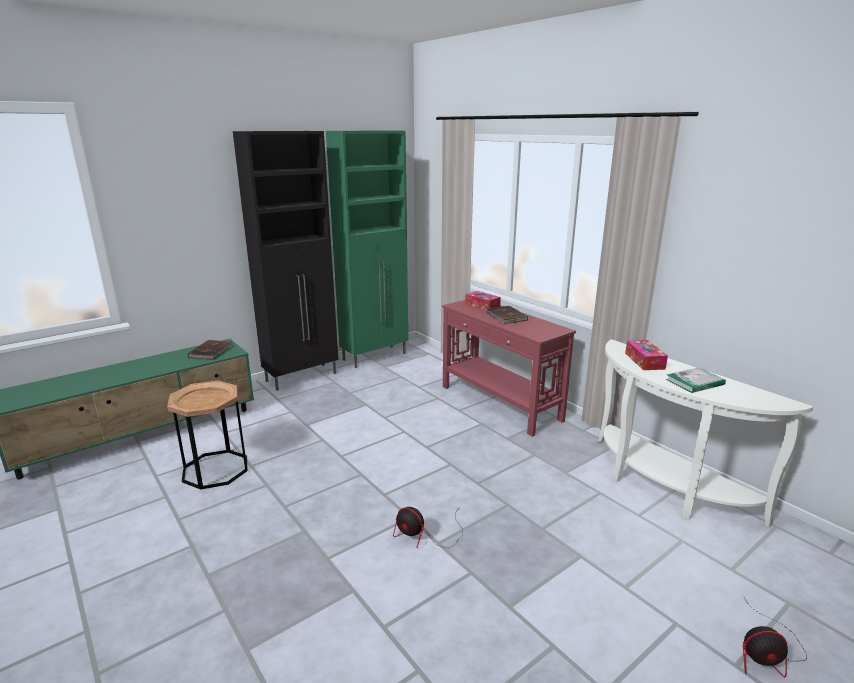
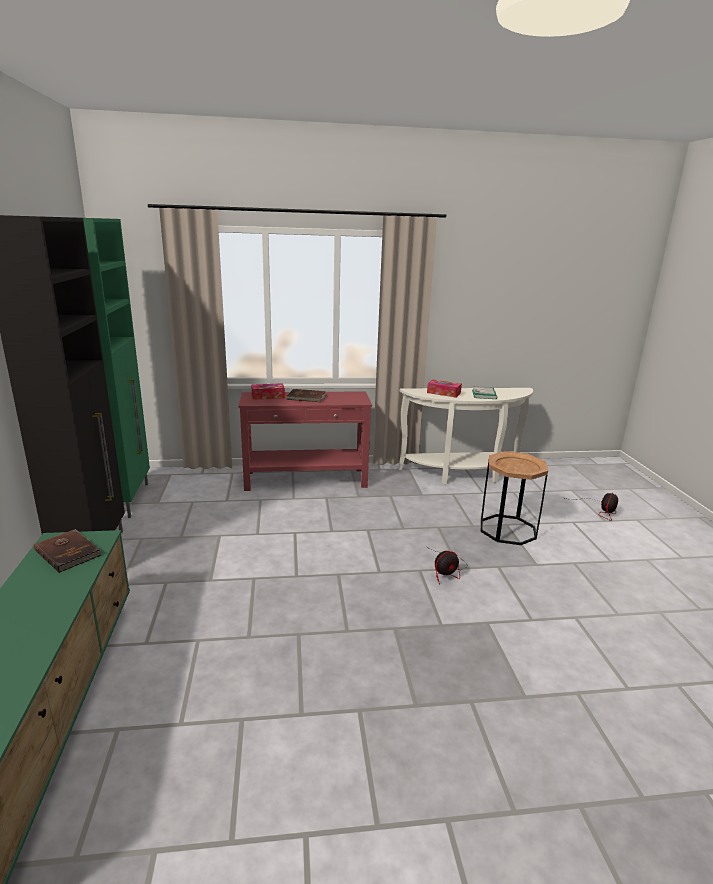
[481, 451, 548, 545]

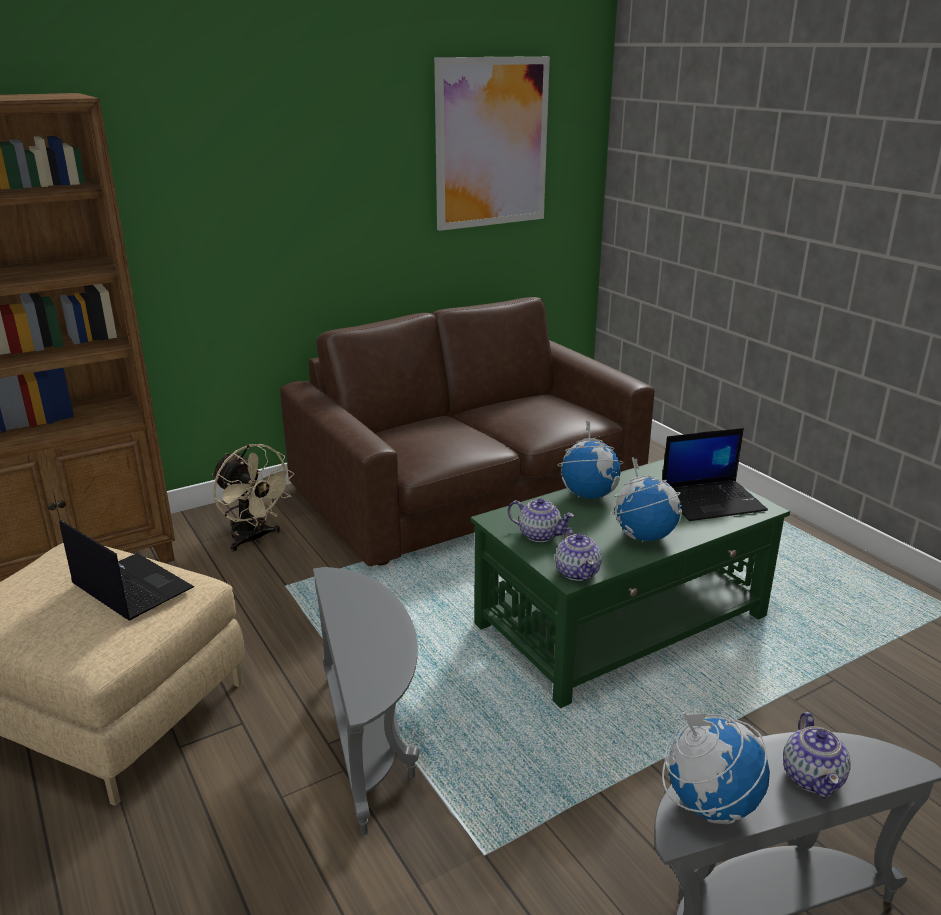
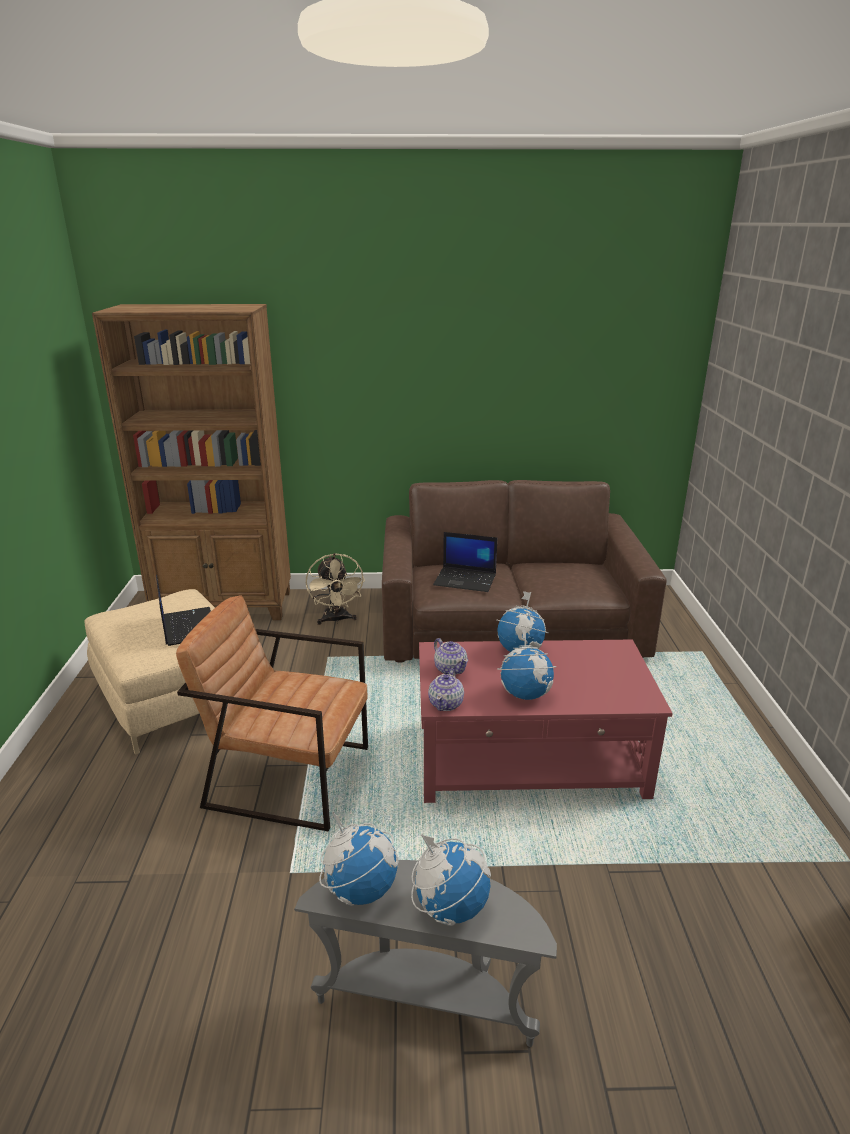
[176, 595, 368, 832]
[411, 833, 491, 926]
[419, 640, 673, 803]
[433, 532, 497, 592]
[434, 56, 550, 231] (first image)

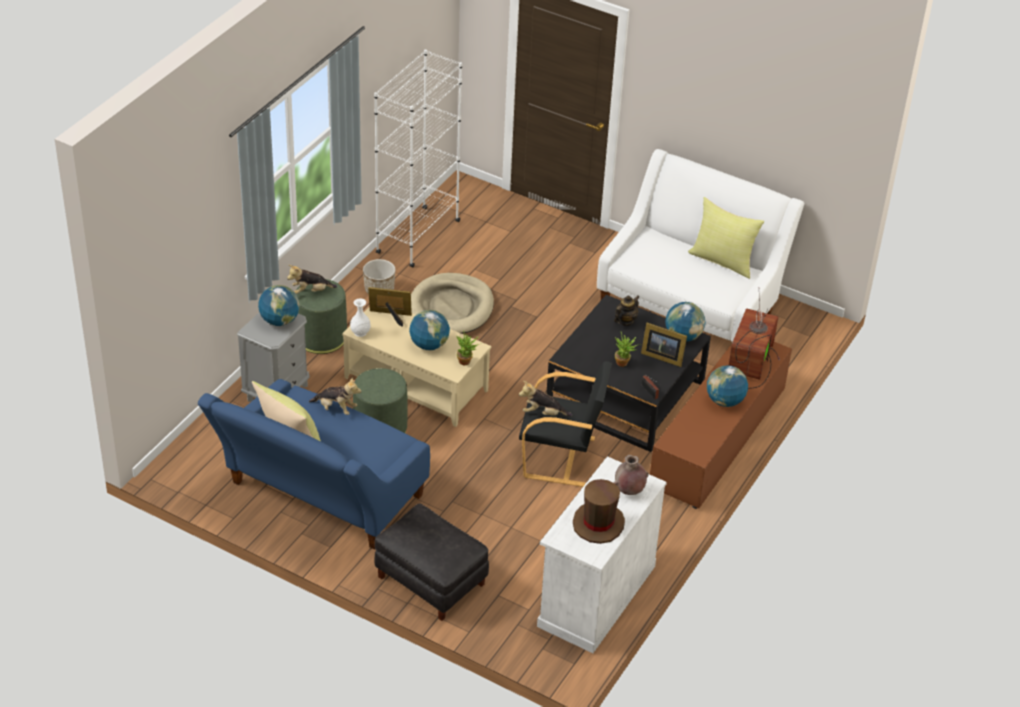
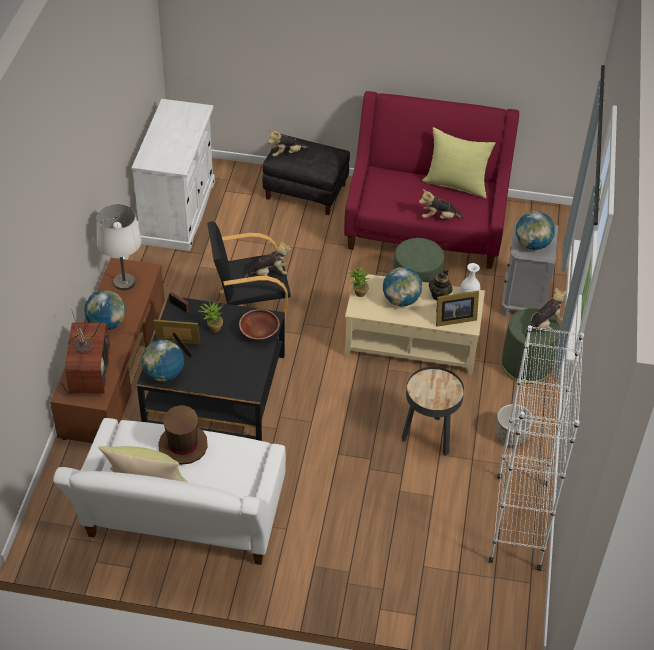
[97, 204, 142, 290]
[158, 405, 208, 465]
[239, 309, 280, 340]
[268, 130, 309, 157]
[344, 91, 519, 269]
[401, 367, 464, 456]
[429, 267, 452, 301]
[614, 455, 649, 495] (first image)

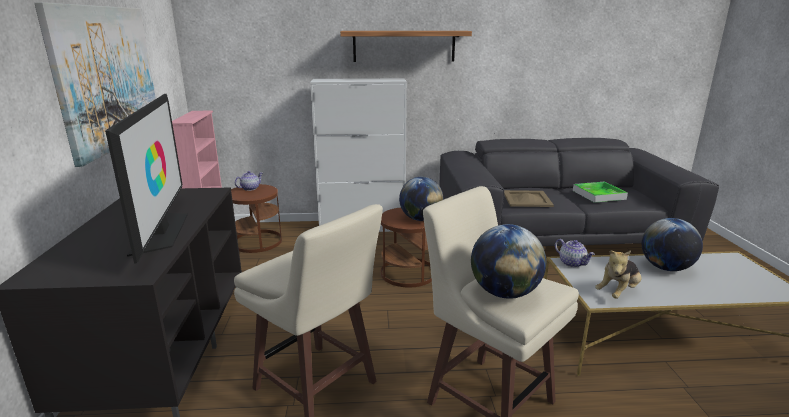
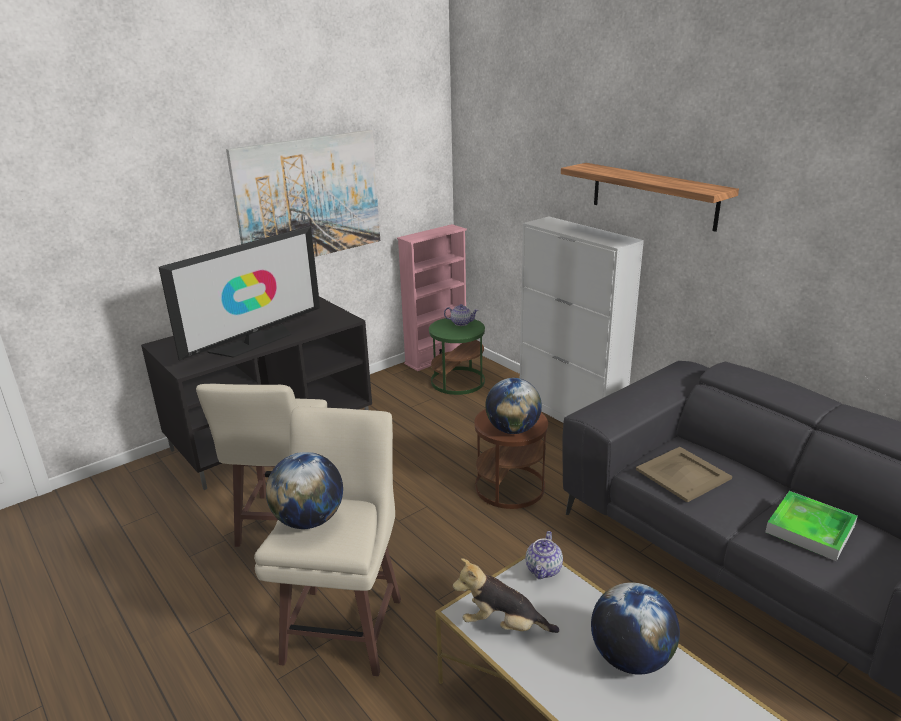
[429, 317, 485, 395]

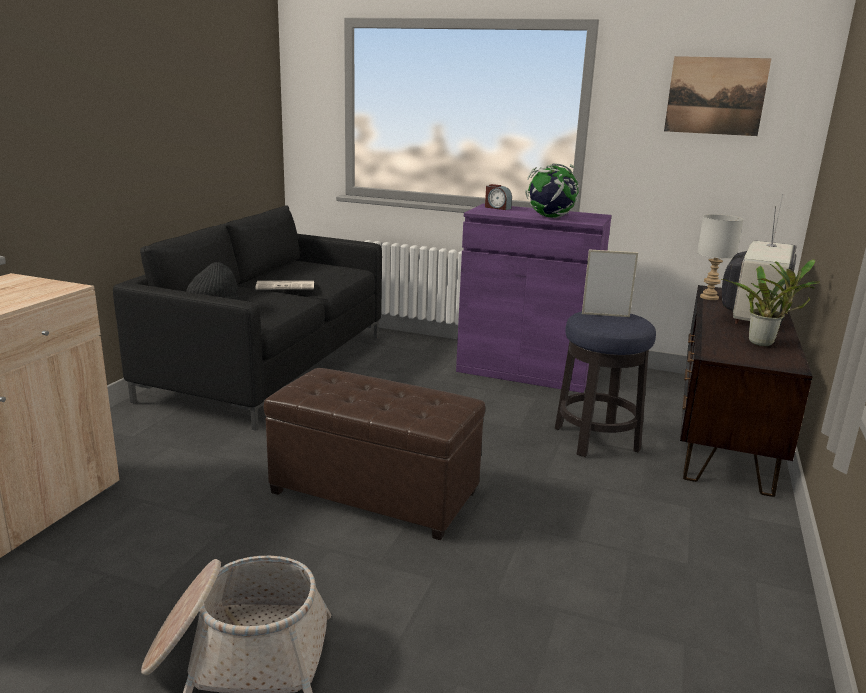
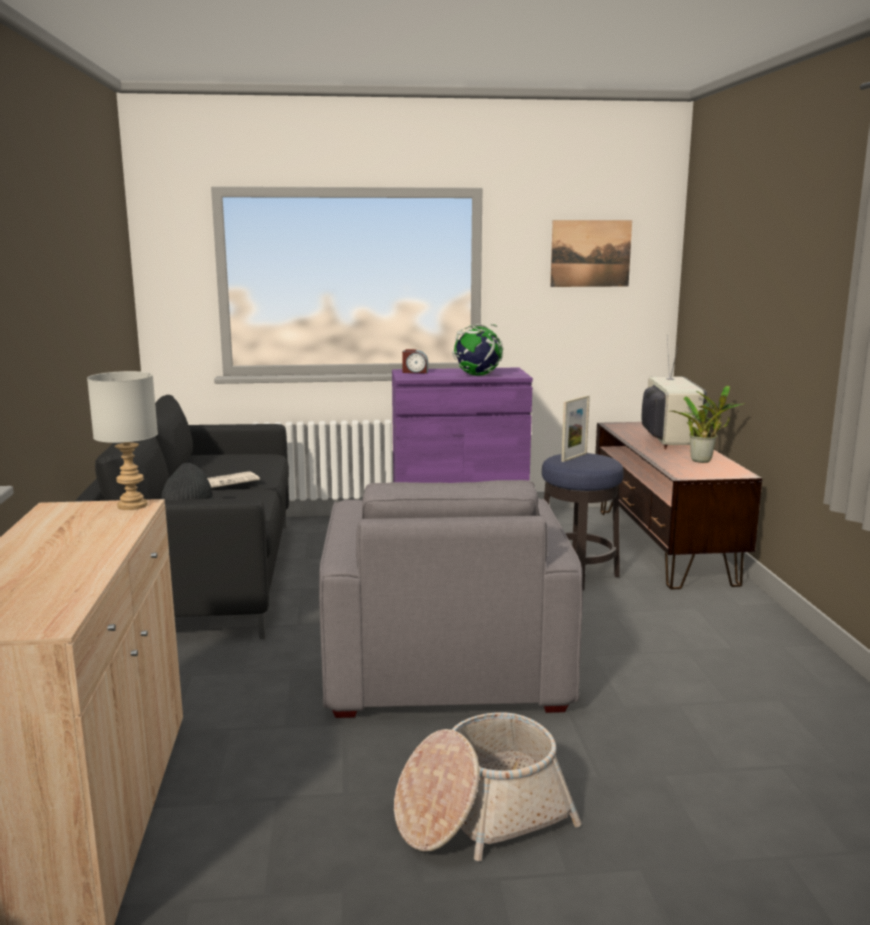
[87, 371, 158, 510]
[319, 480, 583, 718]
[561, 395, 590, 462]

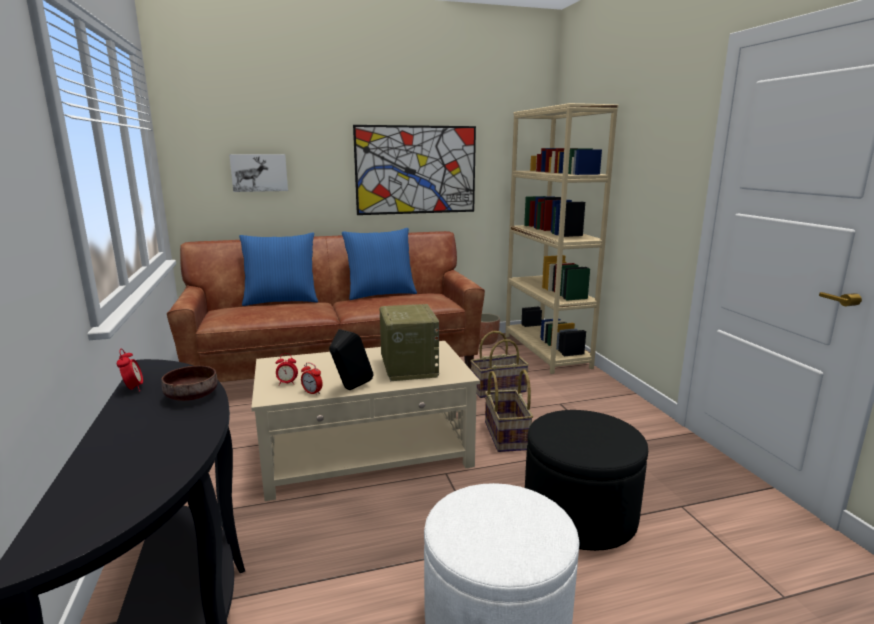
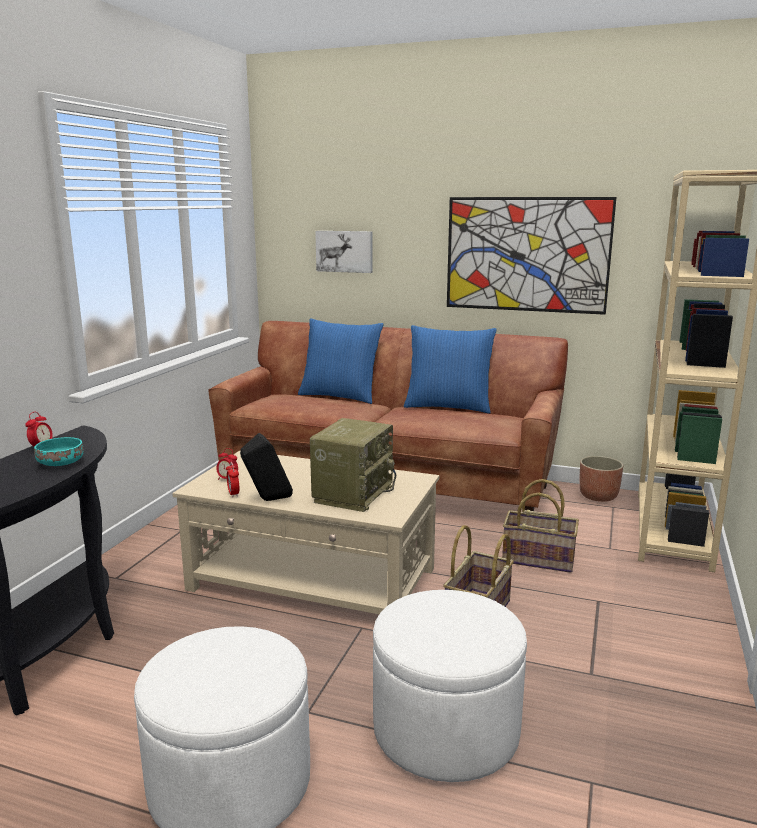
[34, 437, 84, 466]
[373, 590, 527, 782]

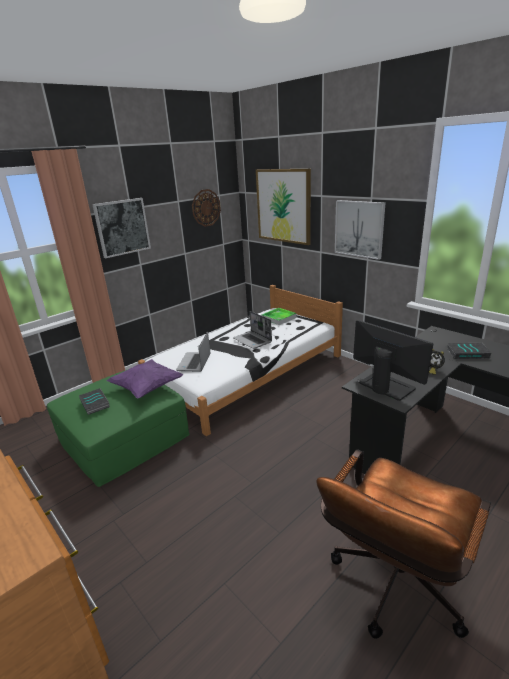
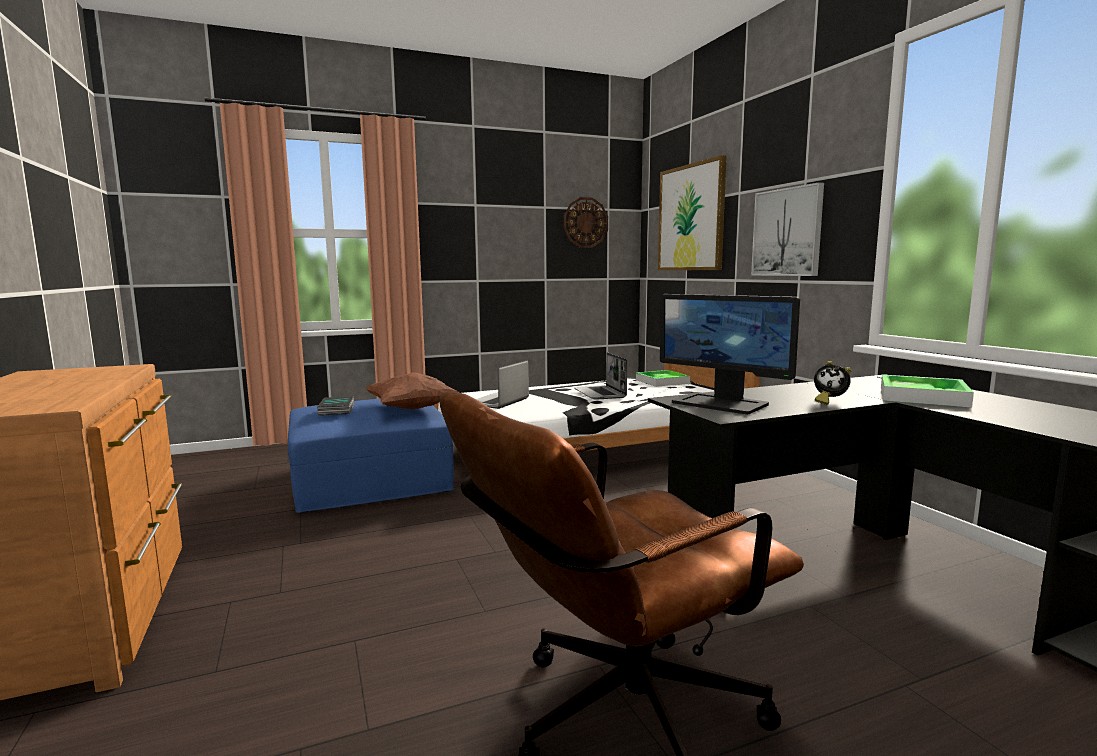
[288, 399, 454, 513]
[365, 372, 458, 409]
[660, 294, 800, 414]
[881, 375, 974, 408]
[92, 198, 151, 258] (first image)

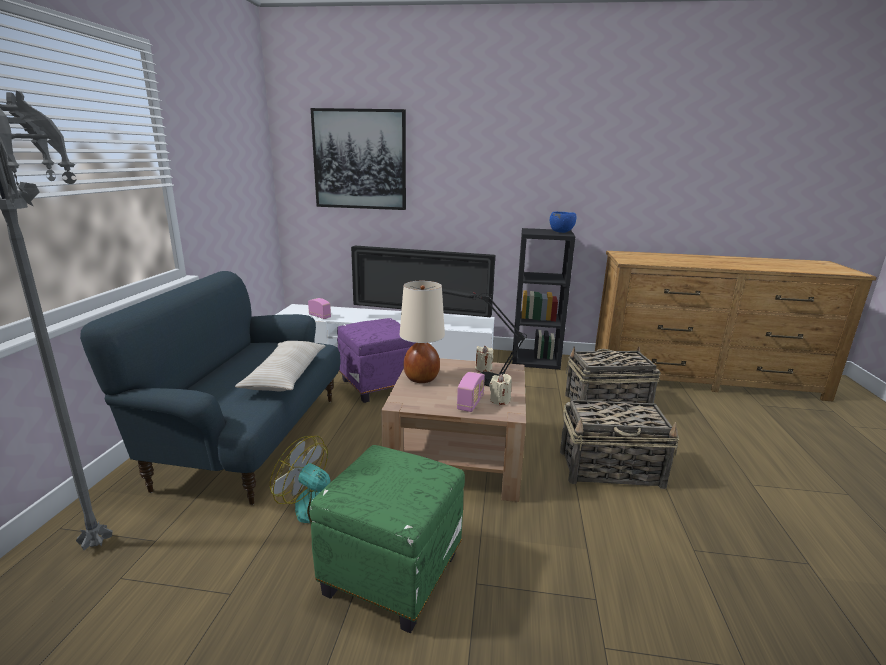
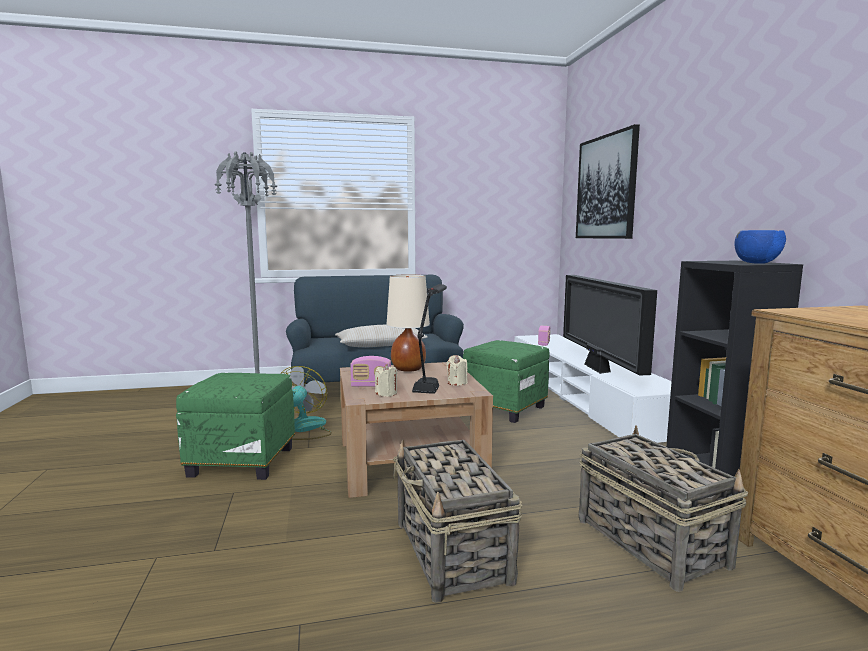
[463, 340, 550, 423]

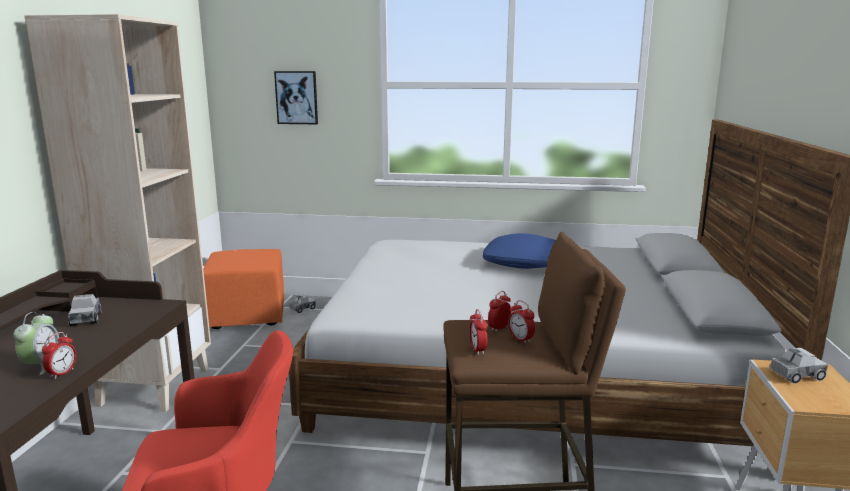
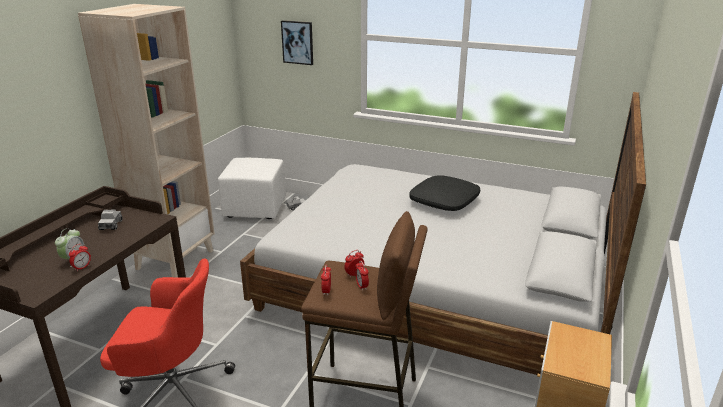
[218, 158, 286, 219]
[409, 176, 480, 211]
[770, 348, 828, 384] (first image)

